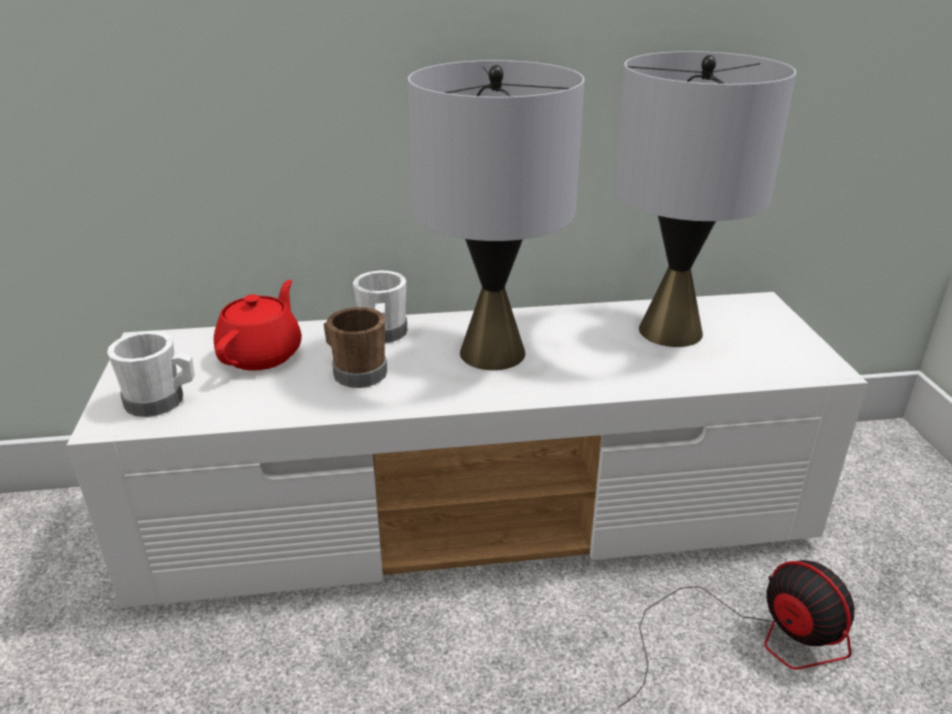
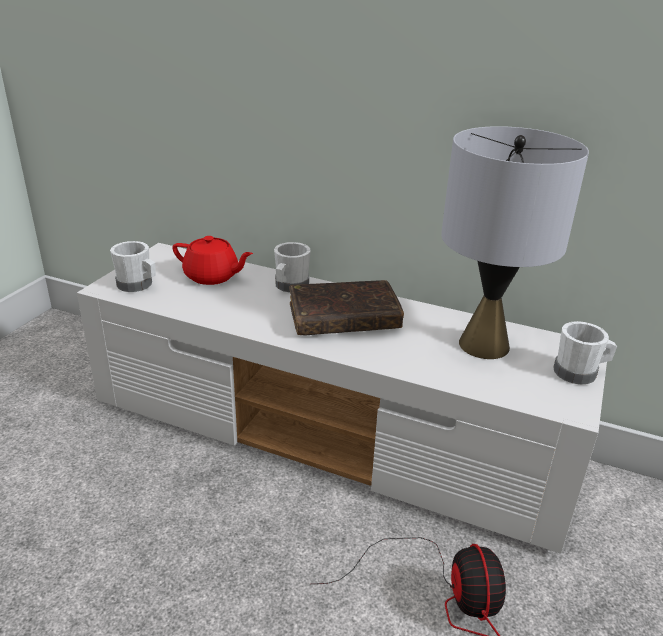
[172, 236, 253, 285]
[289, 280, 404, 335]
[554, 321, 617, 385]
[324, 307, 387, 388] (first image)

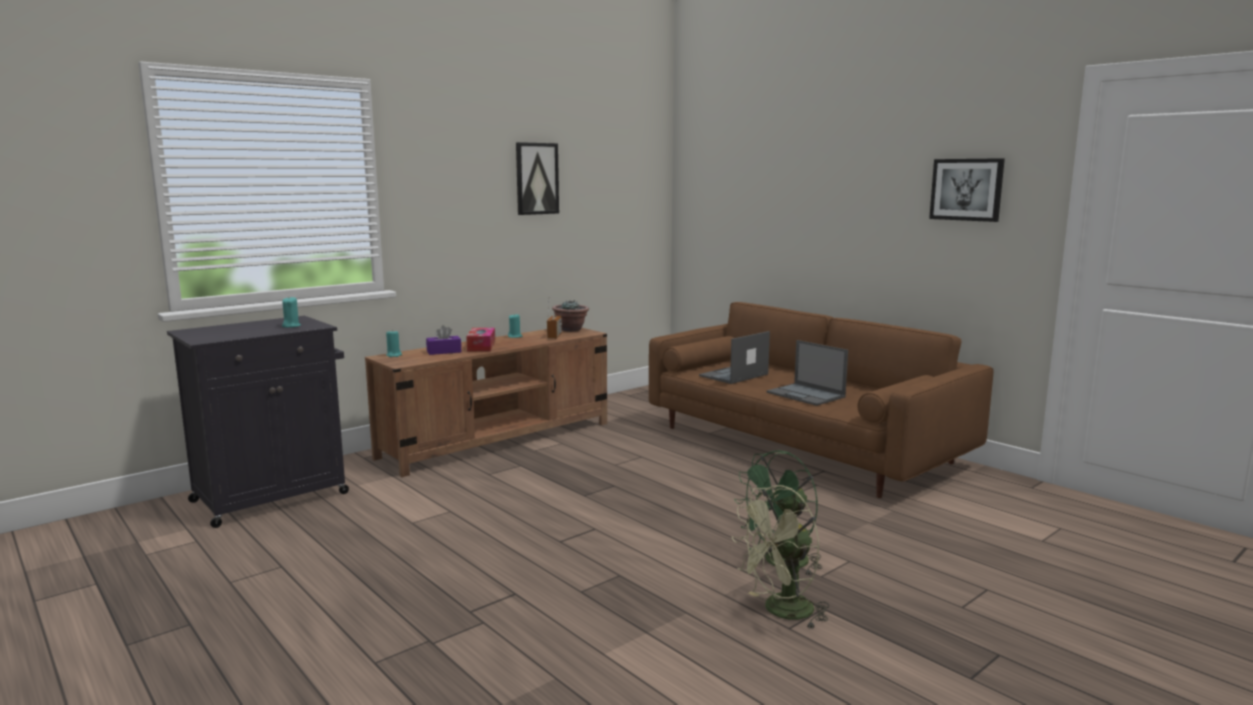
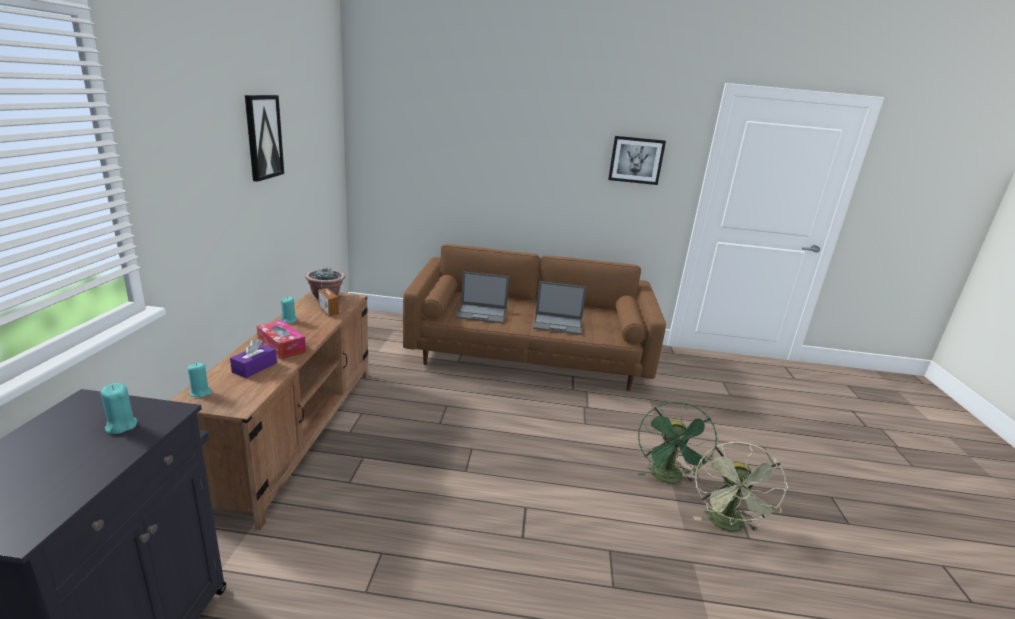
[455, 272, 509, 323]

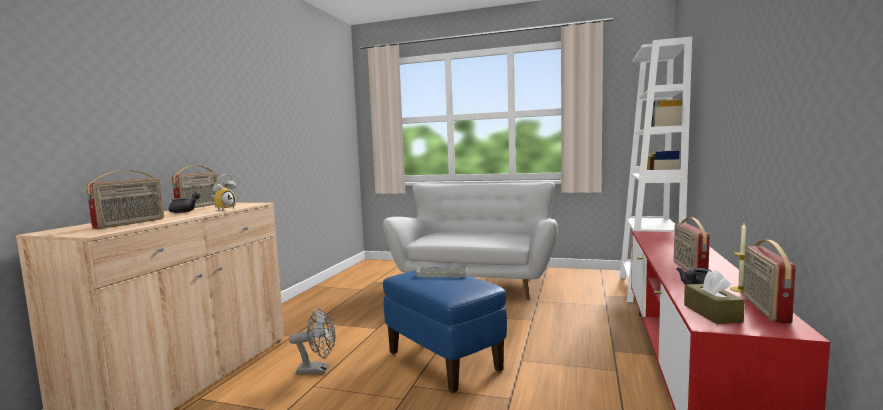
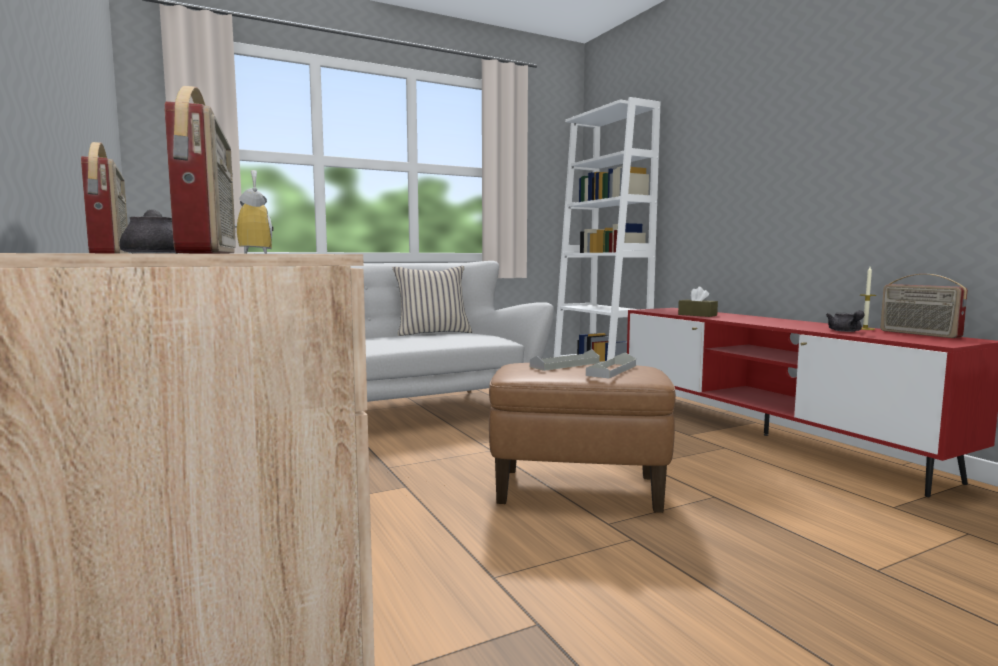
[393, 266, 472, 336]
[489, 363, 676, 513]
[586, 352, 636, 378]
[678, 287, 718, 317]
[289, 308, 335, 375] (first image)
[674, 217, 710, 271] (first image)

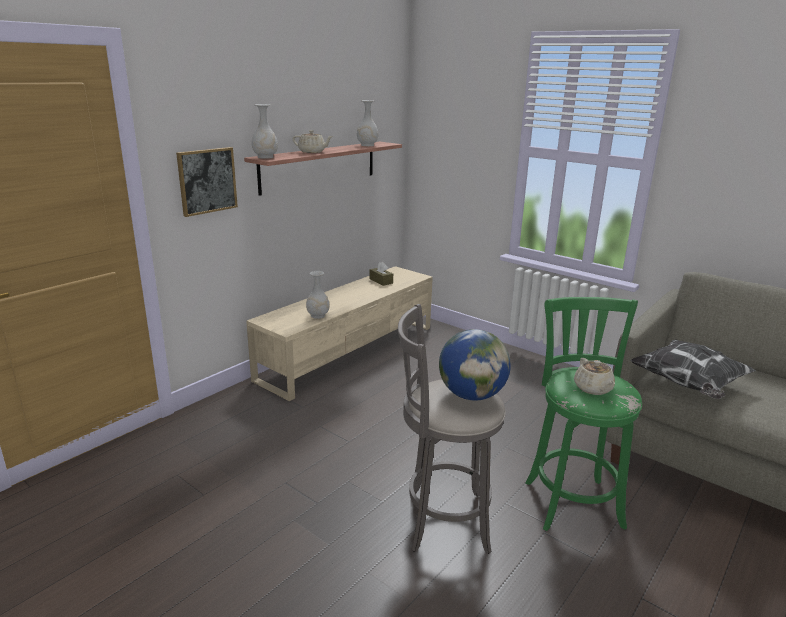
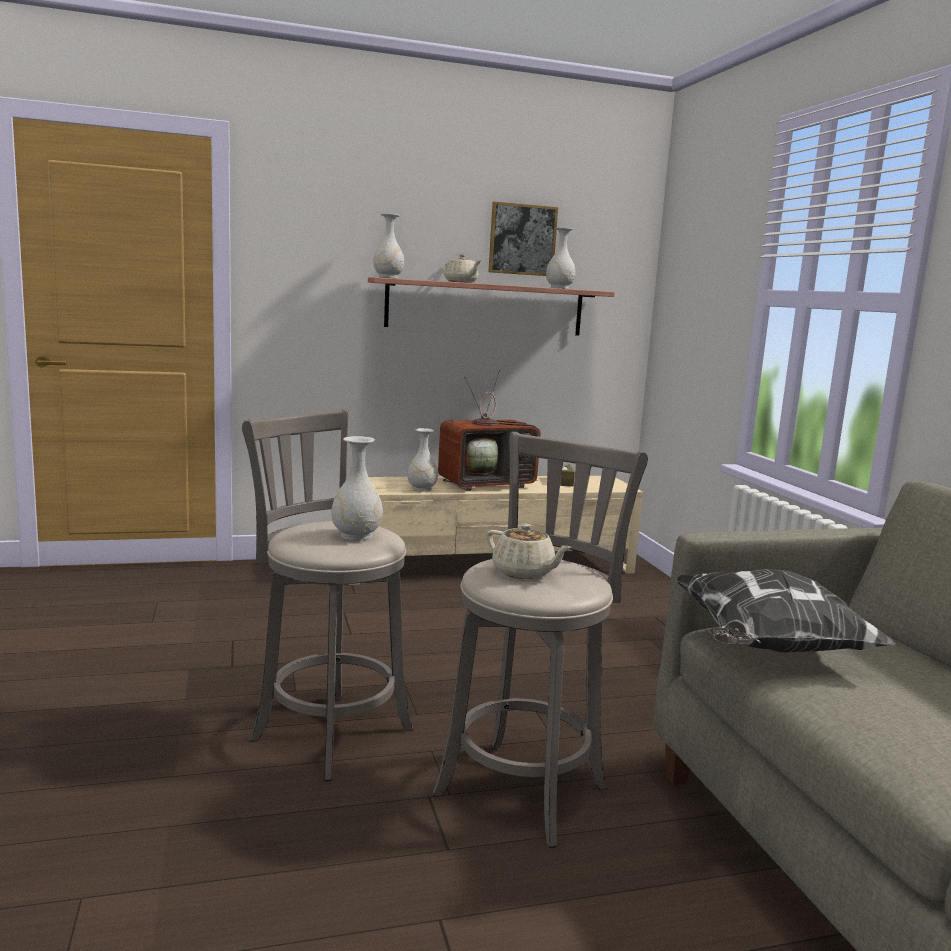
[331, 436, 383, 541]
[433, 432, 648, 848]
[438, 368, 540, 491]
[486, 524, 572, 579]
[488, 202, 558, 276]

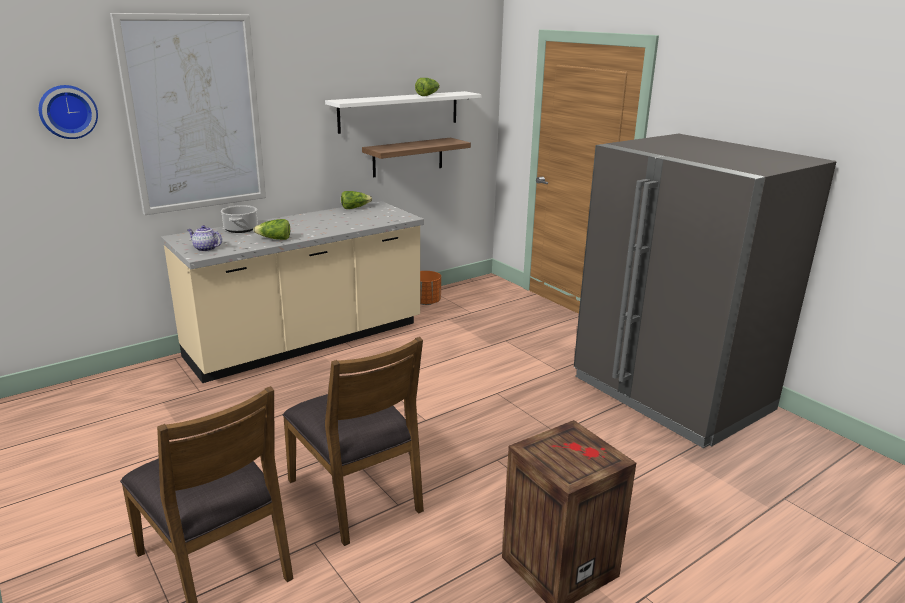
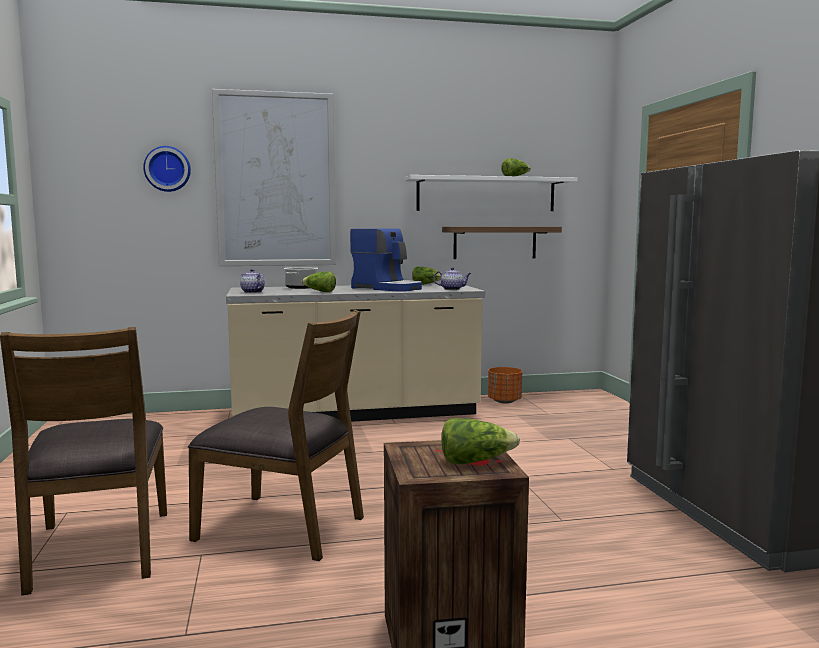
[188, 310, 364, 561]
[350, 229, 422, 292]
[433, 267, 471, 290]
[441, 418, 520, 465]

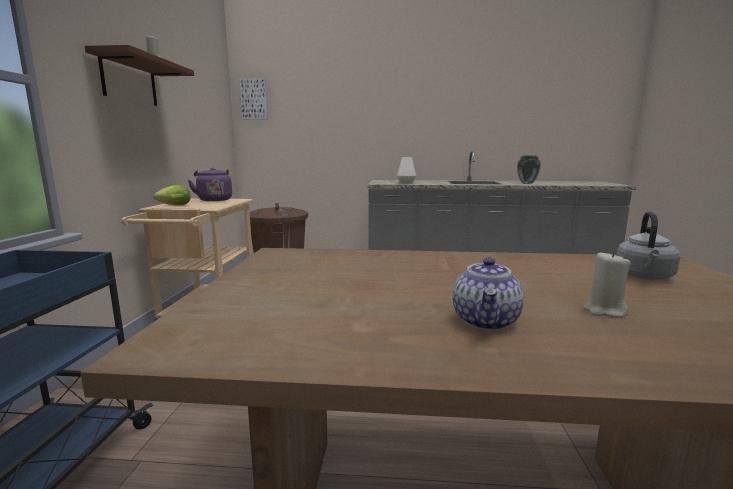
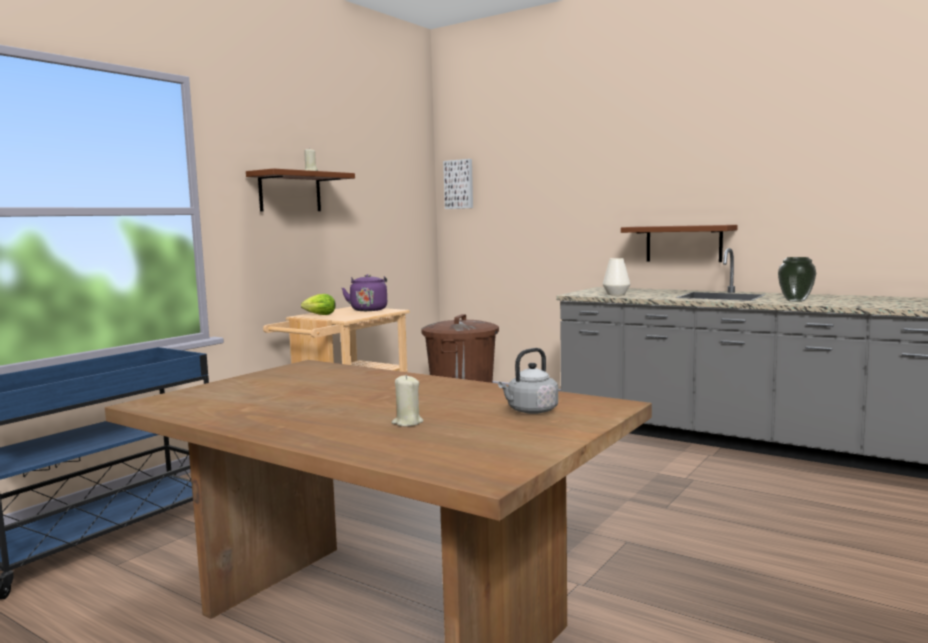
[621, 225, 738, 262]
[453, 257, 524, 330] (first image)

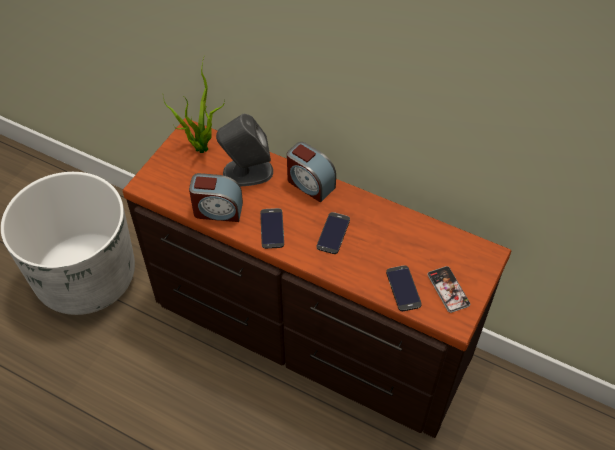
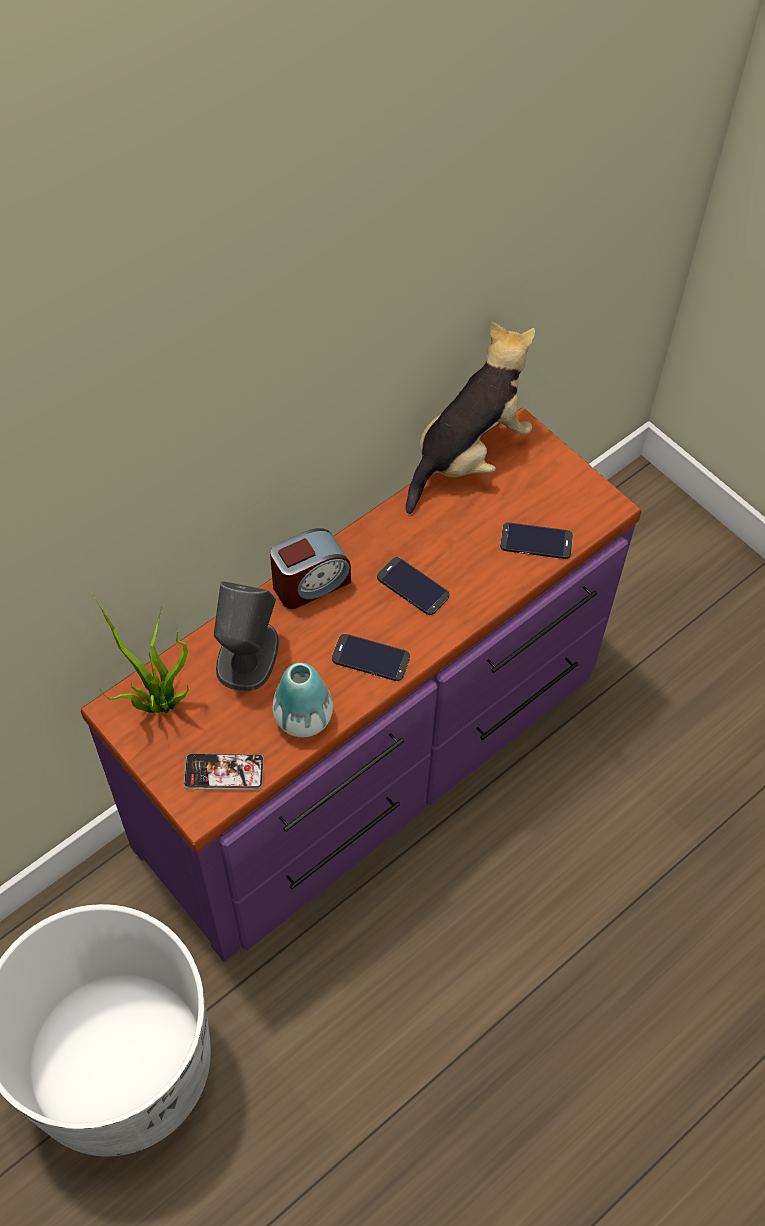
[81, 407, 641, 961]
[184, 754, 264, 790]
[273, 663, 333, 737]
[406, 321, 535, 514]

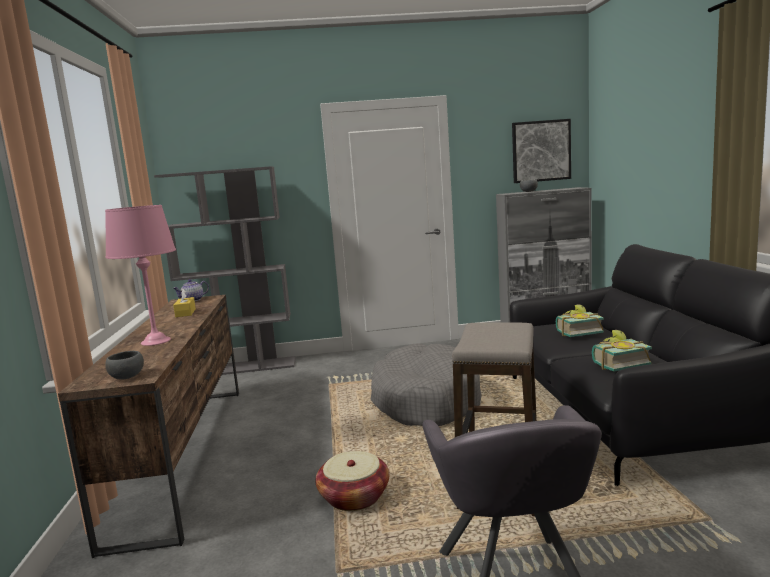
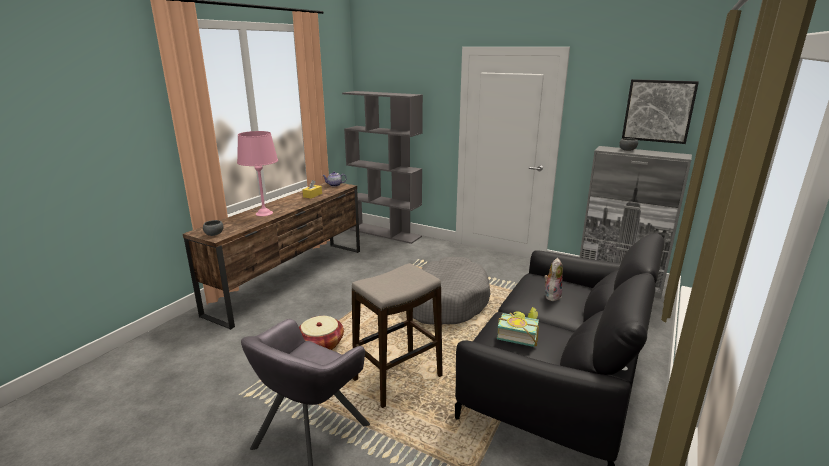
[544, 258, 563, 301]

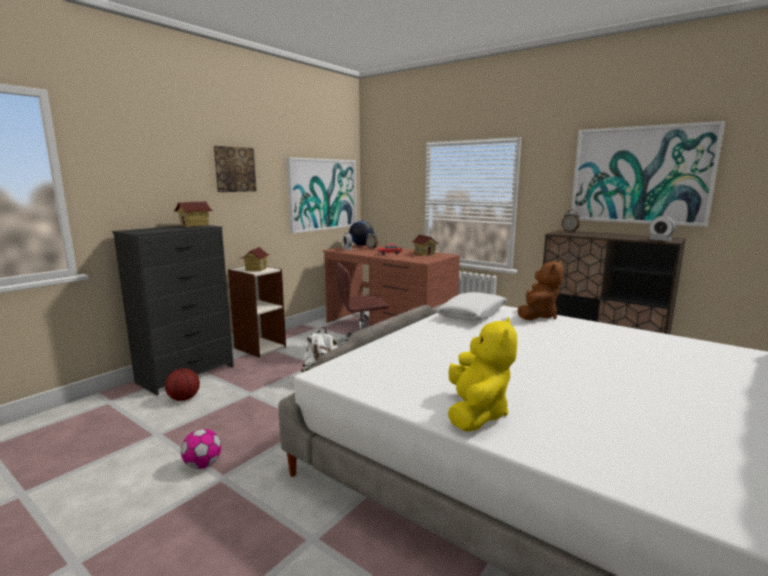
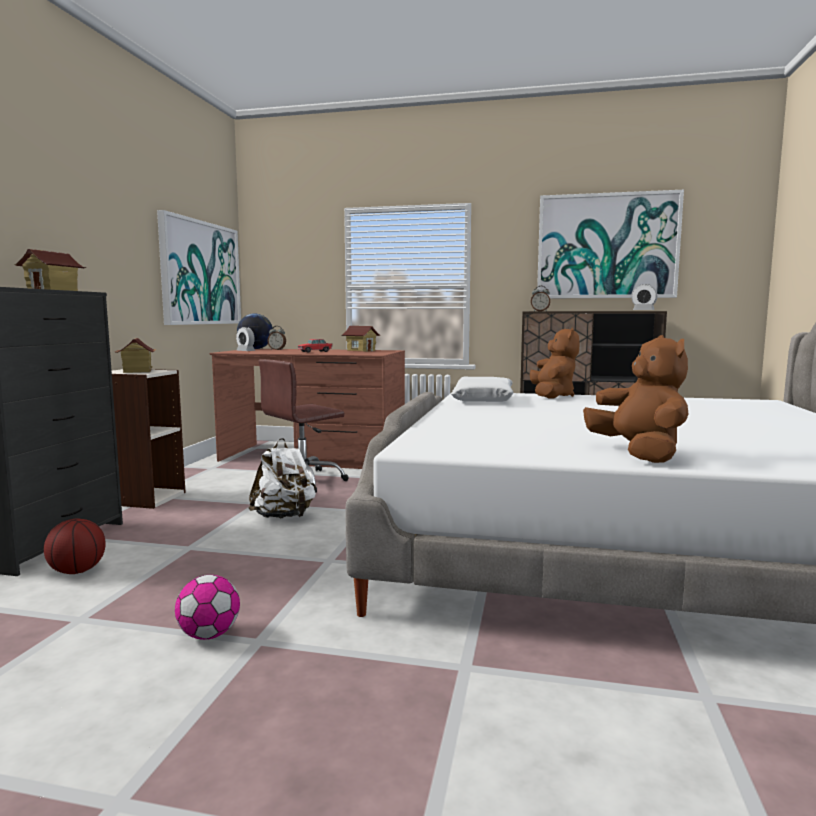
[583, 335, 688, 463]
[214, 146, 257, 192] (first image)

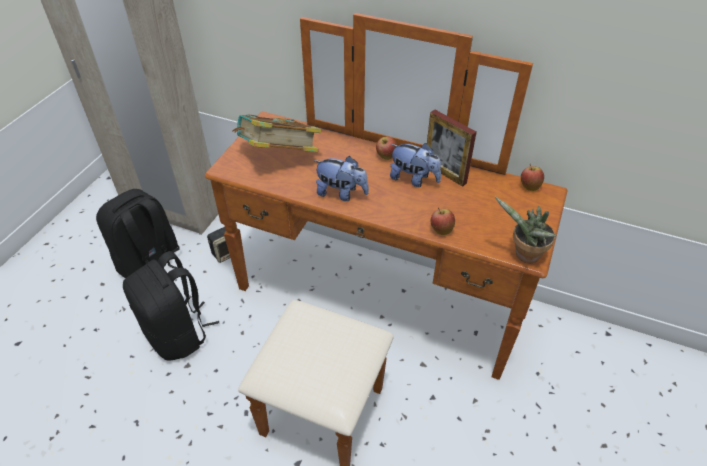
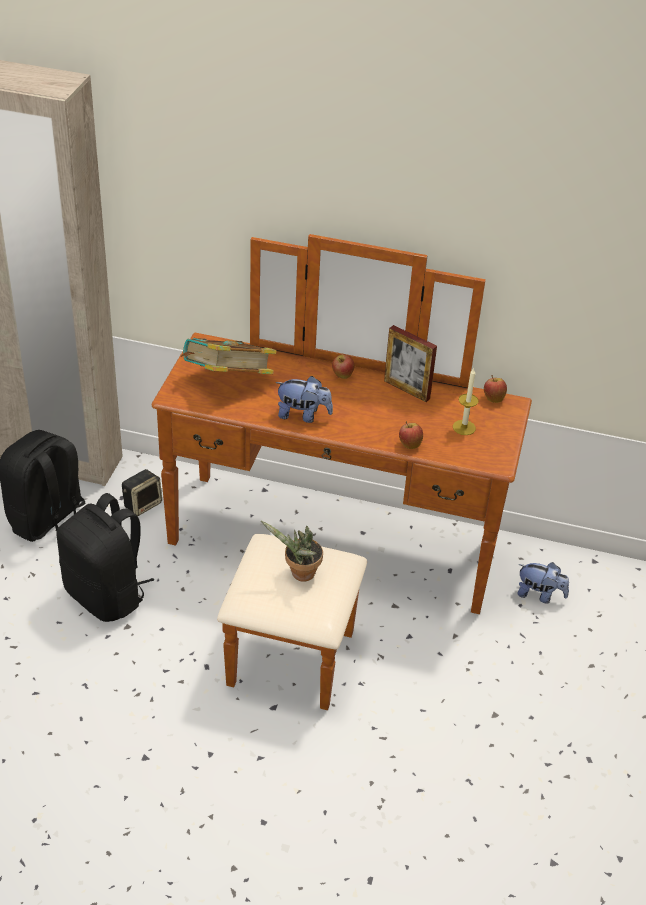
[261, 521, 323, 581]
[453, 368, 479, 435]
[518, 562, 569, 603]

